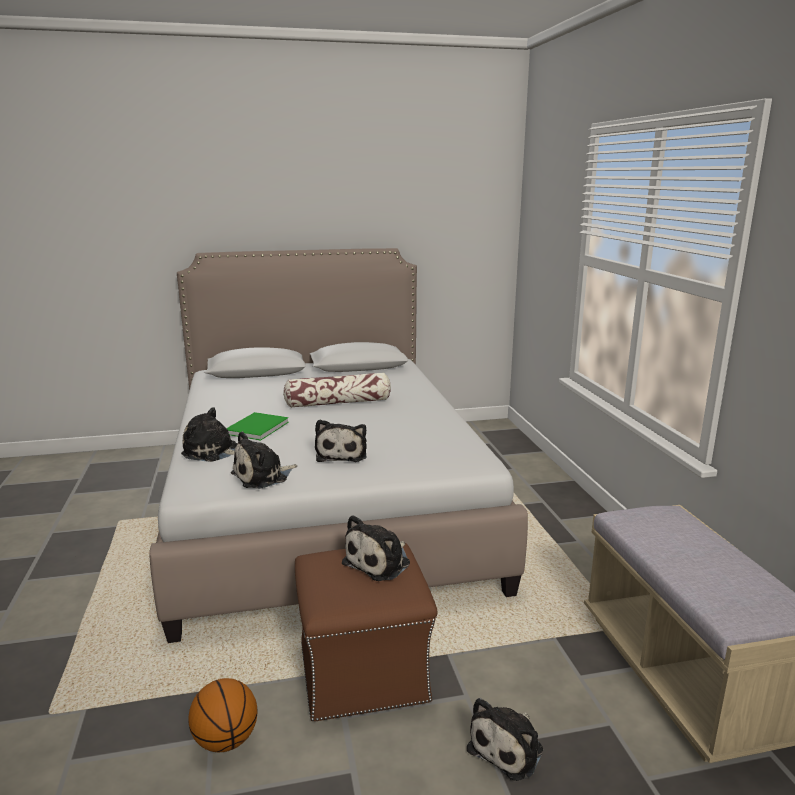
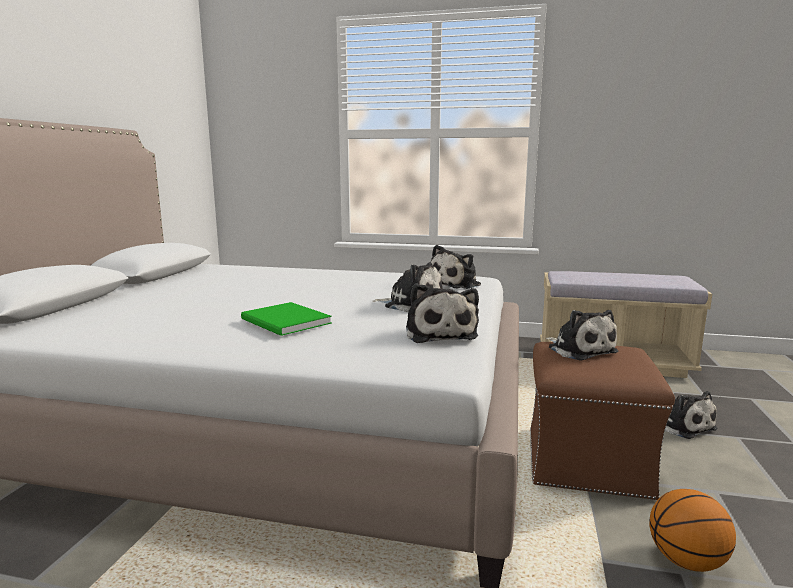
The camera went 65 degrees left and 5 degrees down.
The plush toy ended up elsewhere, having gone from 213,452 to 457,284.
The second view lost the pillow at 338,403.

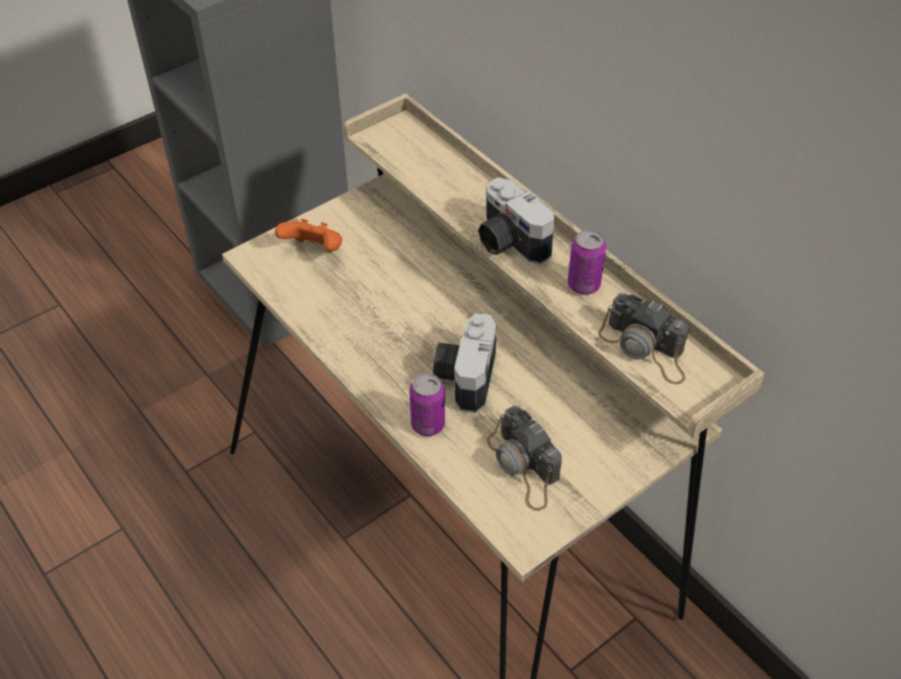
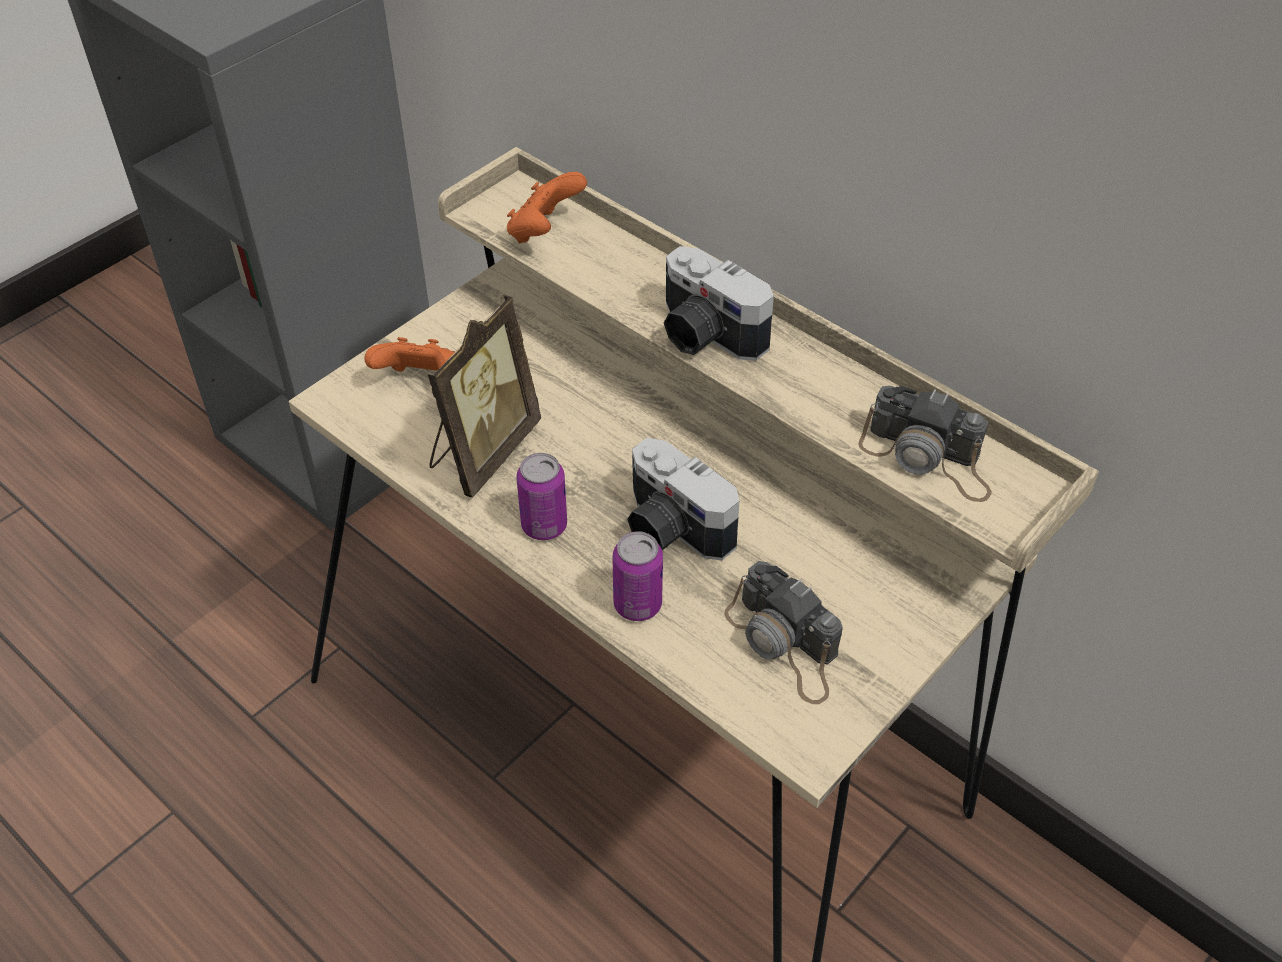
The camera went 10 degrees left and 0 degrees up.
The photo camera at 463,376 ended up facing another way, 45 degrees counterclockwise from before.
The can ended up elsewhere, having gone from 583,285 to 544,525.
The second view gained the picture frame at 482,451.
The second view gained the game controller (orange) at 544,232.

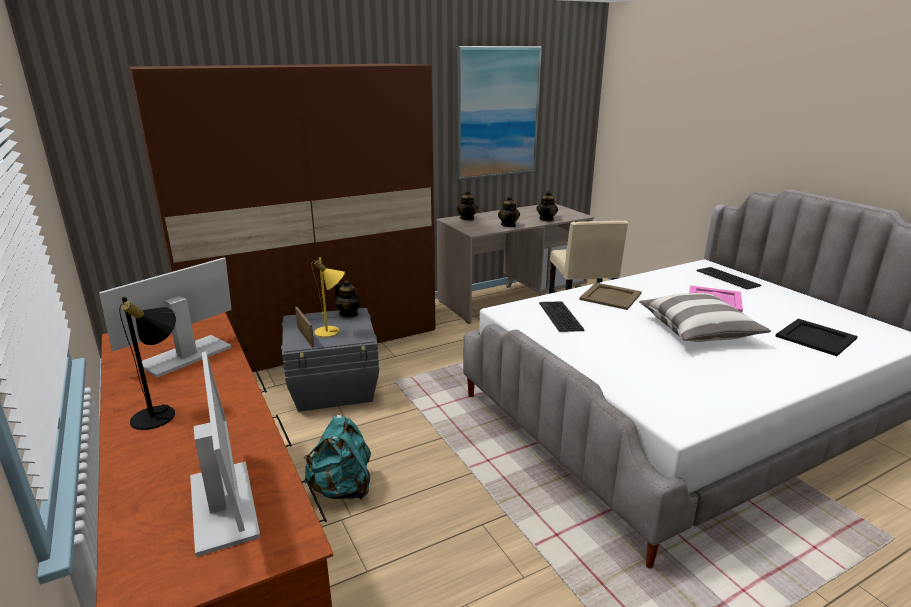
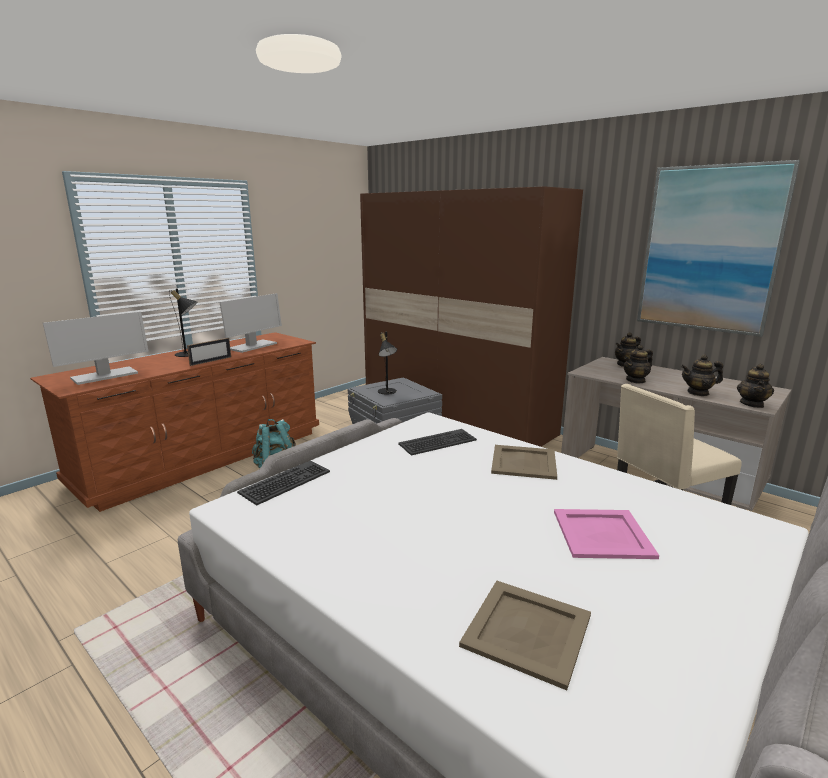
The camera went 70 degrees right and 5 degrees down.
The monitor at 186,355 ended up facing another way, 105 degrees clockwise from before.
The picture frame ended up elsewhere, having gone from 305,337 to 211,361.
What was the table lamp (yellow) at 331,332 turned into the table lamp (black) at 387,392.
The teapot ended up elsewhere, having gone from 349,314 to 752,404.
The second view lost the pillow at 698,331.
The keyboard ended up elsewhere, having gone from 728,278 to 286,482.
What was the tray (black) at 816,338 turned into the tray (beige) at 526,631.

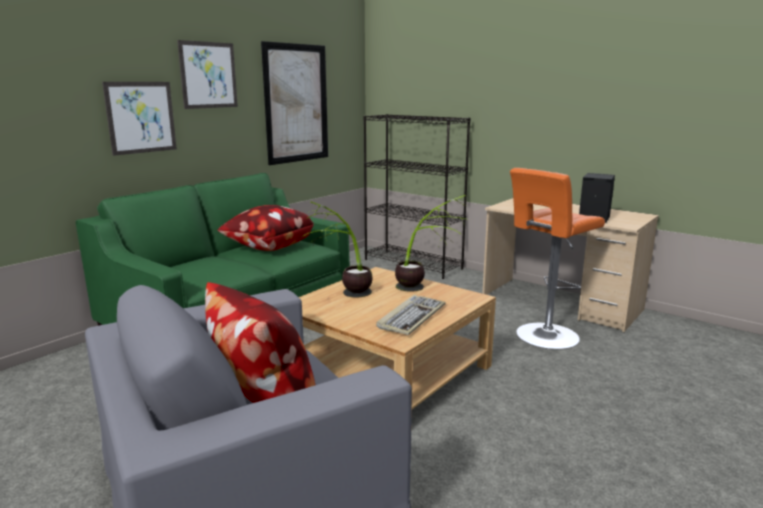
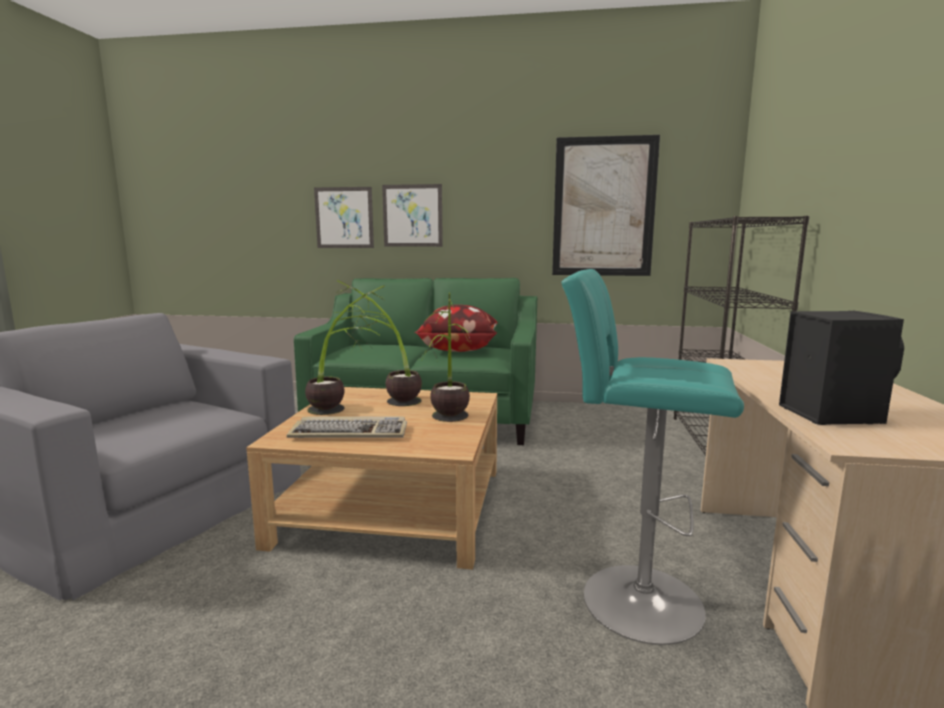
The camera went 60 degrees right and 5 degrees down.
The picture ended up elsewhere, having gone from 208,75 to 344,217.
The second view lost the pillow at 263,399.
What was the stool (orange) at 544,337 turned into the stool (turquoise) at 632,599.
The second view gained the potted plant at 344,411.

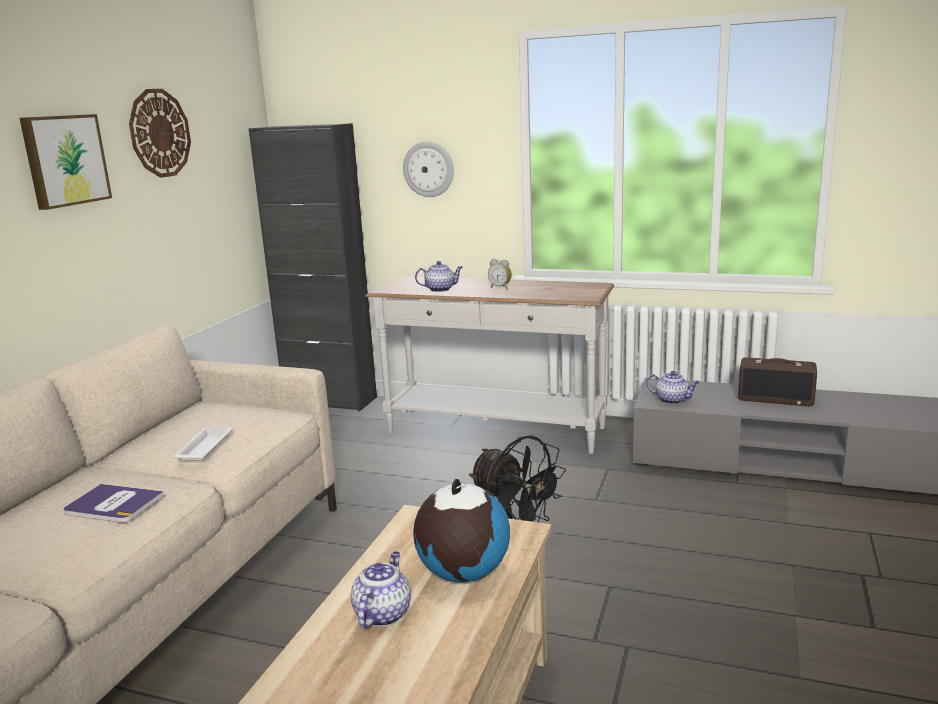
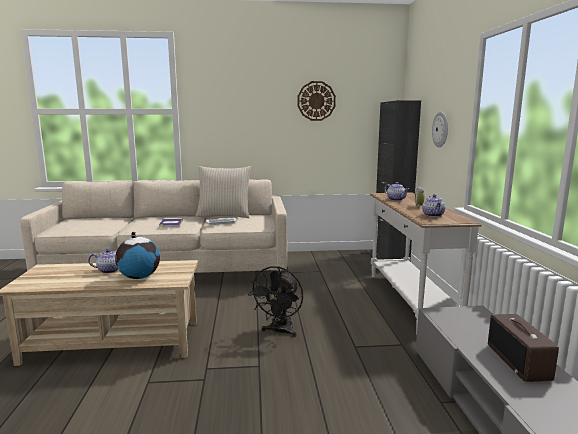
The camera went 65 degrees right and 5 degrees down.
The second view lost the picture at 64,160.
The teapot ended up elsewhere, having gone from 672,400 to 433,215.
The second view gained the pillow (beige) at 224,216.

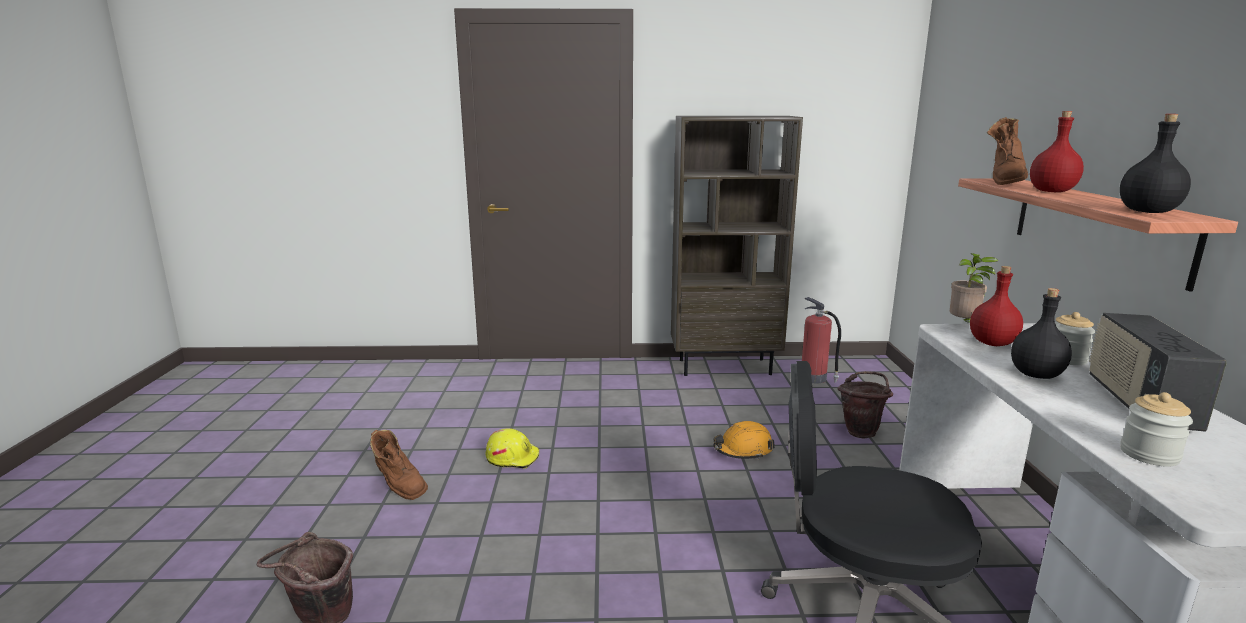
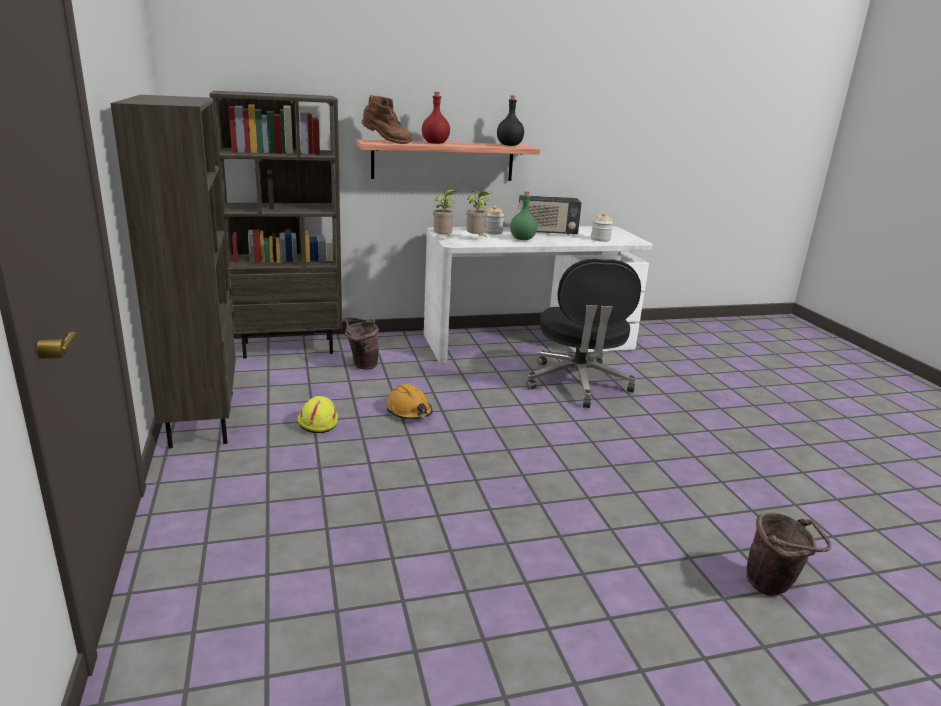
The camera went 105 degrees left and 5 degrees up.
The second view lost the boot (brown) at 399,486.
The hard hat (yellow) ended up elsewhere, having gone from 512,457 to 317,422.
The second view lost the fire extinguisher at 814,378.
Where the bottle (red) stood at 992,343, the potted plant came to stand at 476,239.
What was the bottle (black) at 1035,375 turned into the bottle (green) at 523,239.
The second view gained the bookcase (brown) at 289,347.

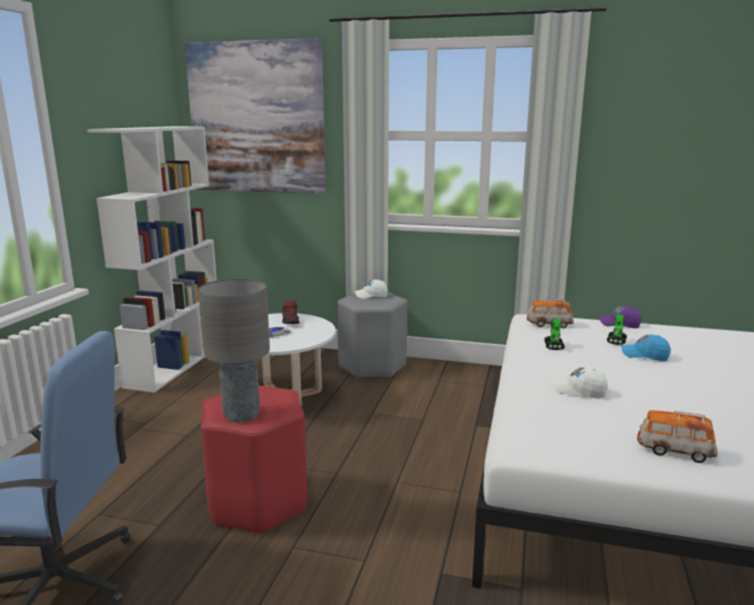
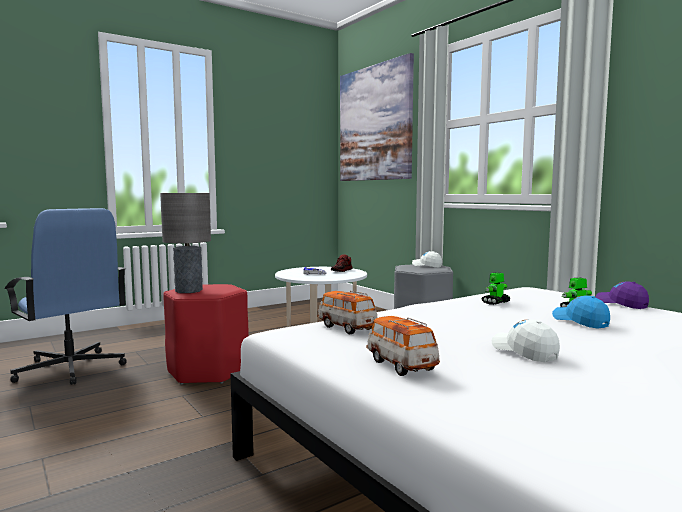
The camera went 40 degrees right and 10 degrees down.
The second view lost the bookcase (white) at 175,364.
The toy car ended up elsewhere, having gone from 549,324 to 346,328.
The cap (white) ended up elsewhere, having gone from 579,391 to 524,351.

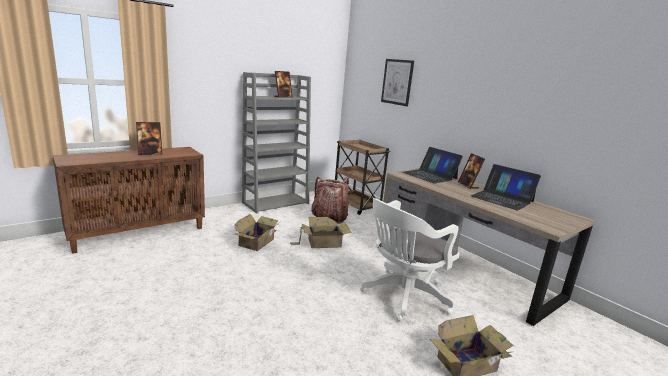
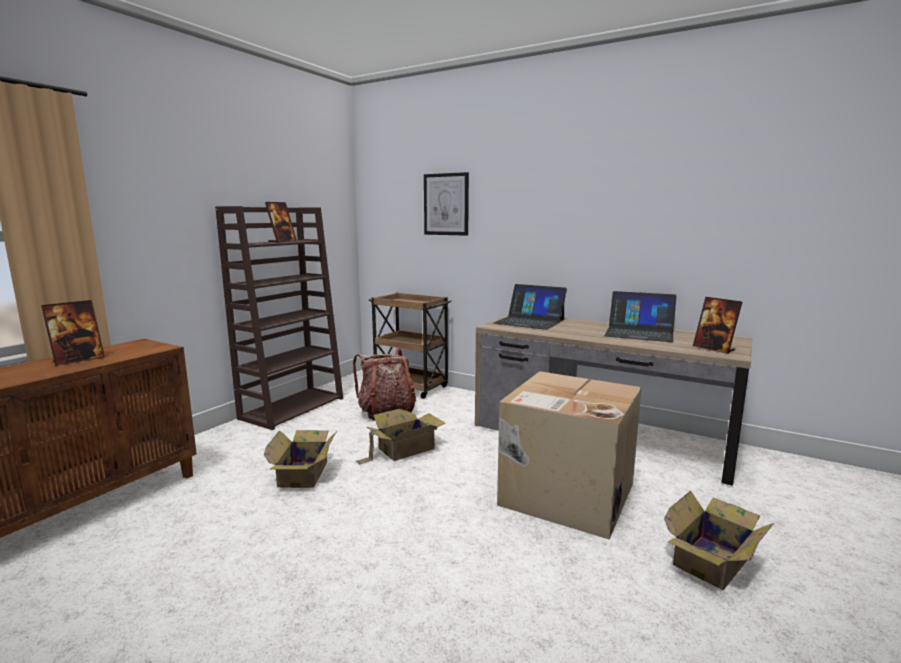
The camera went 20 degrees left and 5 degrees down.
What was the bookcase (grey) at 276,203 turned into the bookcase (brown) at 293,408.
Where the office chair (white) stood at 402,296, the cardboard box came to stand at 565,494.
The picture frame ended up elsewhere, having gone from 468,185 to 714,349.

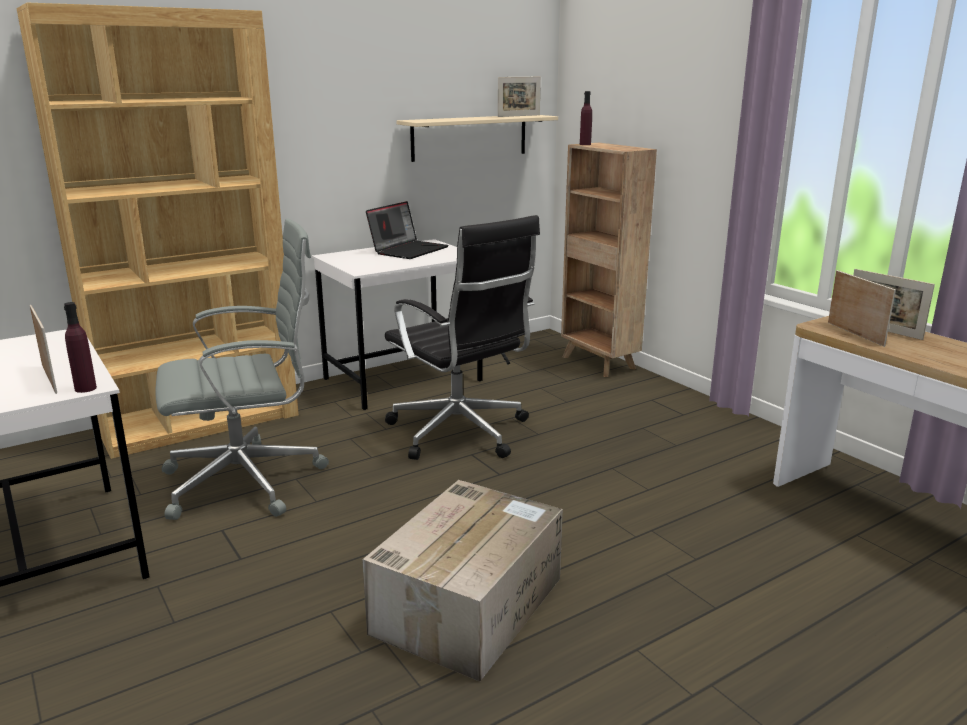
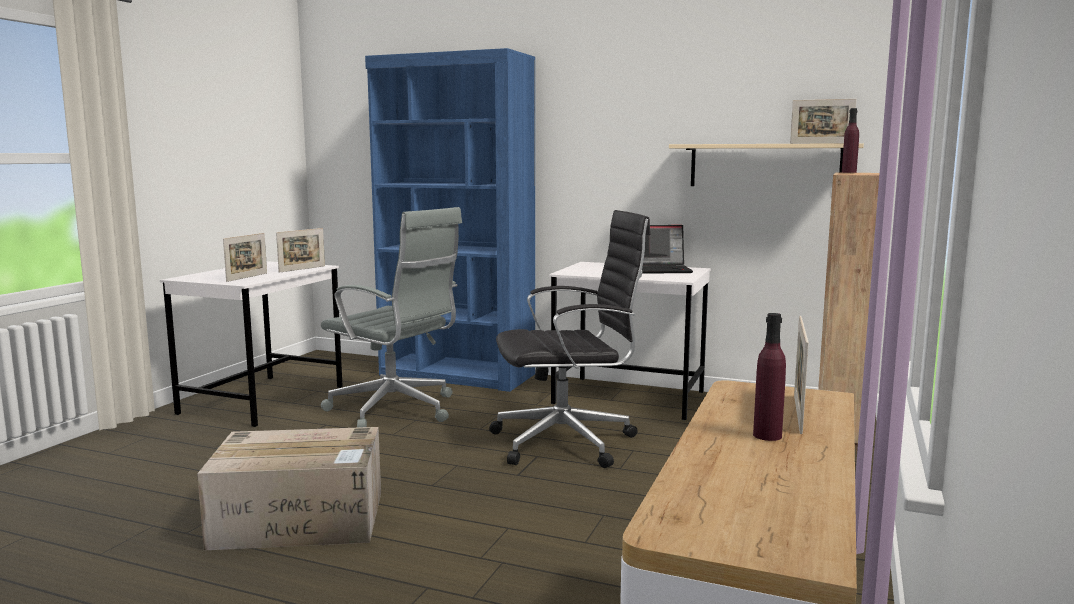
The camera went 55 degrees right and 10 degrees down.
What was the bookcase (brown) at 200,421 turned into the bookcase (blue) at 457,375.
The bottle (purple) ended up elsewhere, having gone from 85,388 to 767,435.
The office chair (black) at 460,433 ended up facing another way, 120 degrees counterclockwise from before.
The picture frame ended up elsewhere, having gone from 855,334 to 302,269.

